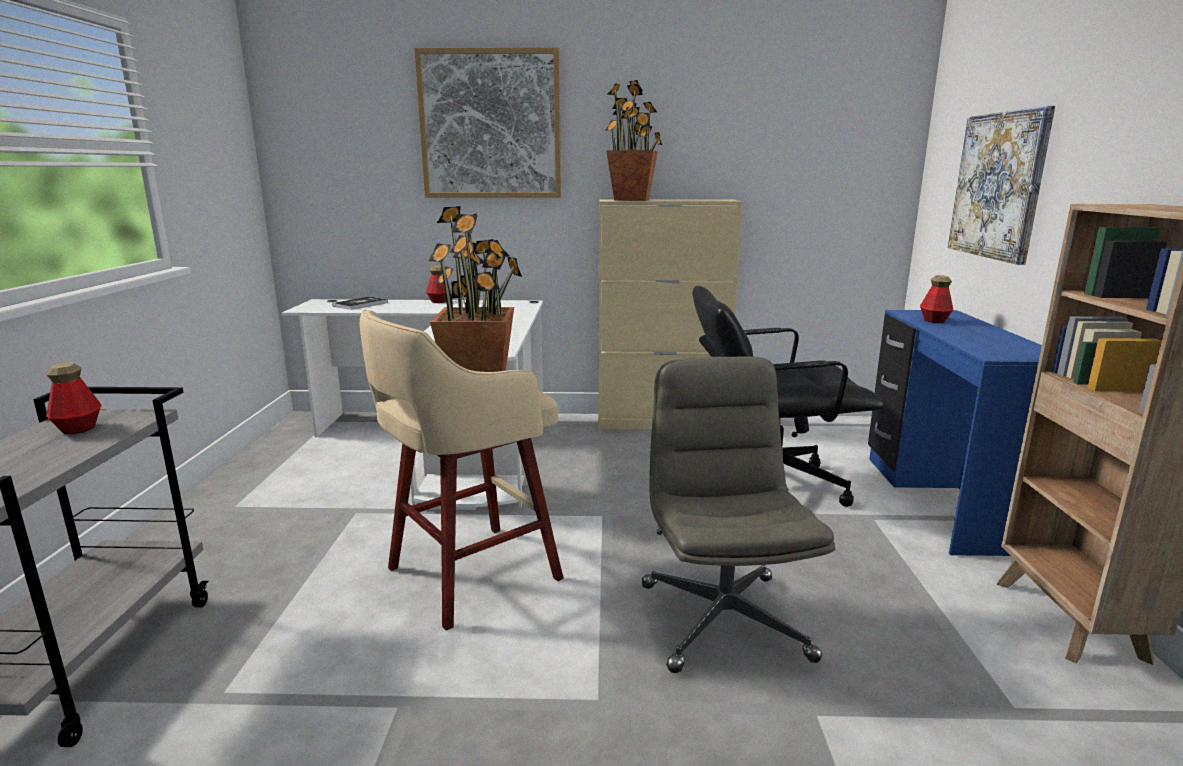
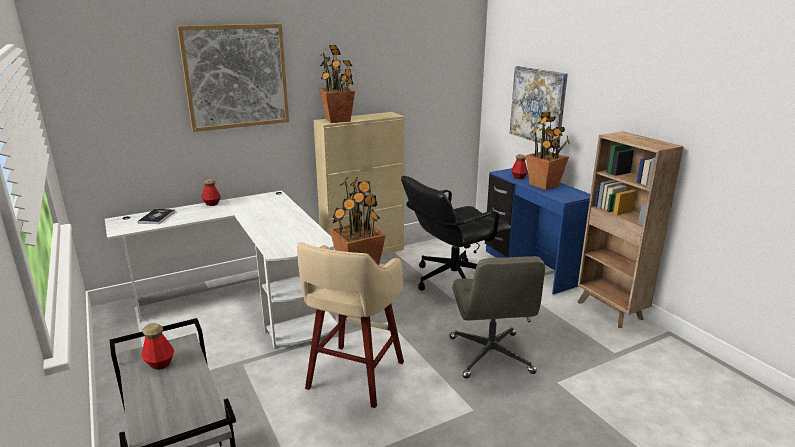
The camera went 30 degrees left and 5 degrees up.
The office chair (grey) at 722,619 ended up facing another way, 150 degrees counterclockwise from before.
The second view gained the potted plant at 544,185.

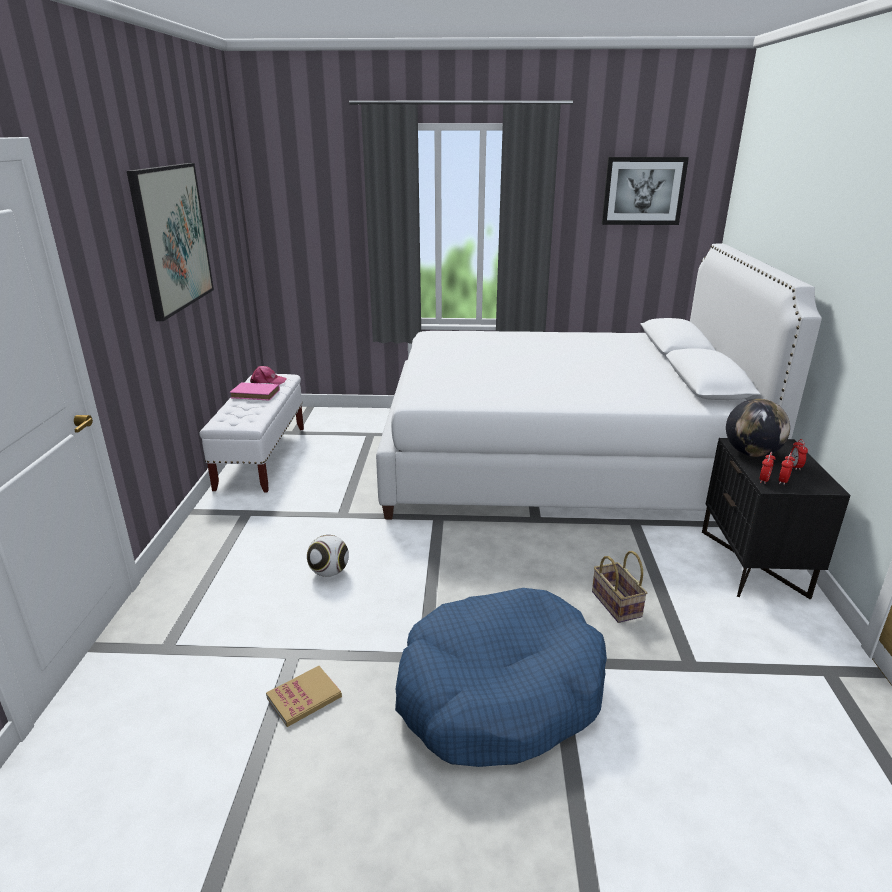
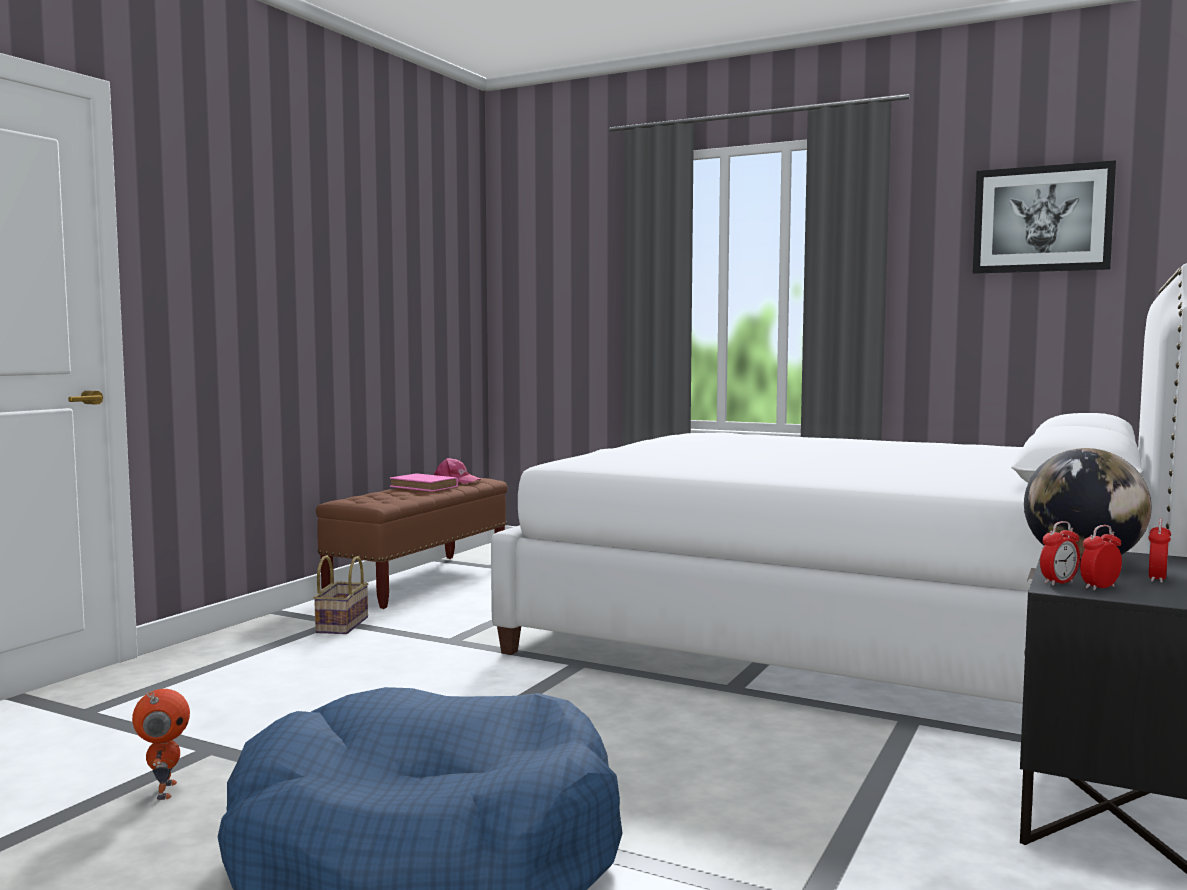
The camera went 25 degrees right and 20 degrees down.
The second view lost the picture at 172,238.
What was the bench (white) at 262,457 turned into the bench (brown) at 420,581.
Where the book stood at 304,698, the toy robot came to stand at 164,790.
The second view lost the football at 329,572.
The basket ended up elsewhere, having gone from 614,603 to 341,624.

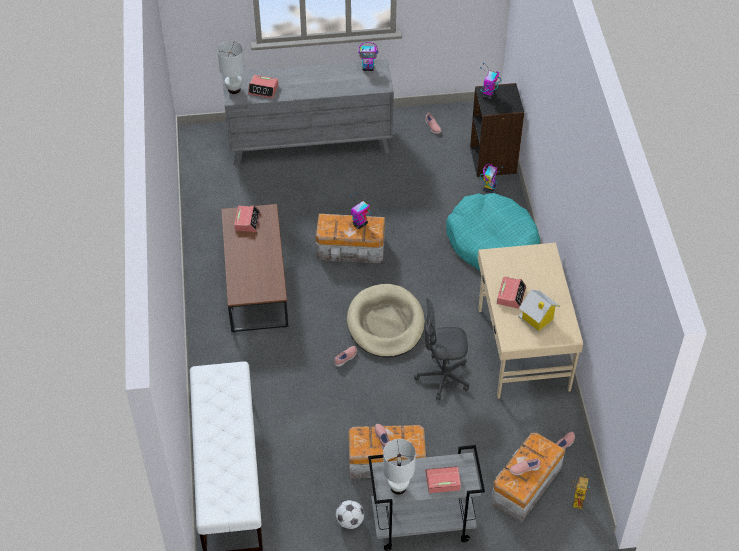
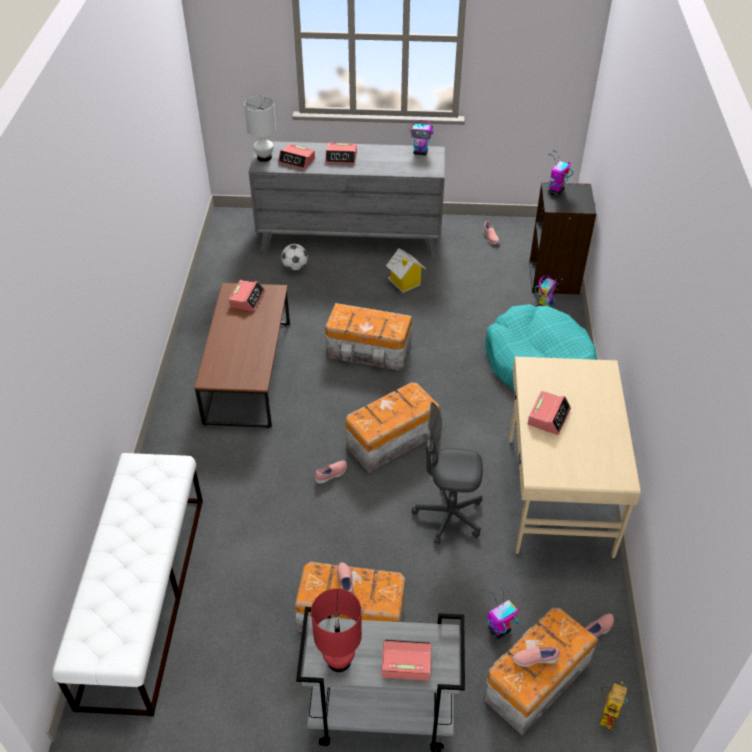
The camera went 10 degrees right and 5 degrees down.
The football ended up elsewhere, having gone from 350,521 to 295,267.
Where the dog bed (beige) stood at 385,324, the storage box came to stand at 390,440.
The toy robot ended up elsewhere, having gone from 360,224 to 498,630.
What was the table lamp (white) at 398,487 turned into the table lamp (red) at 338,660.
The toy house ended up elsewhere, having gone from 536,319 to 404,283.
The second view gained the alarm clock at 341,158.

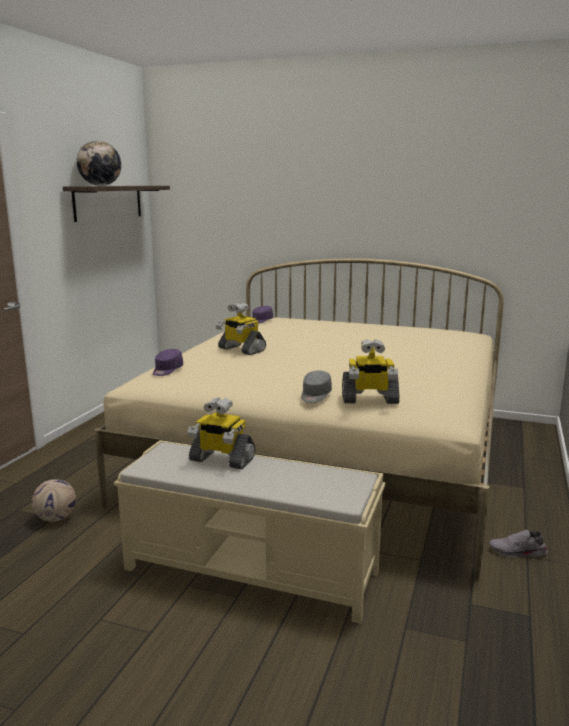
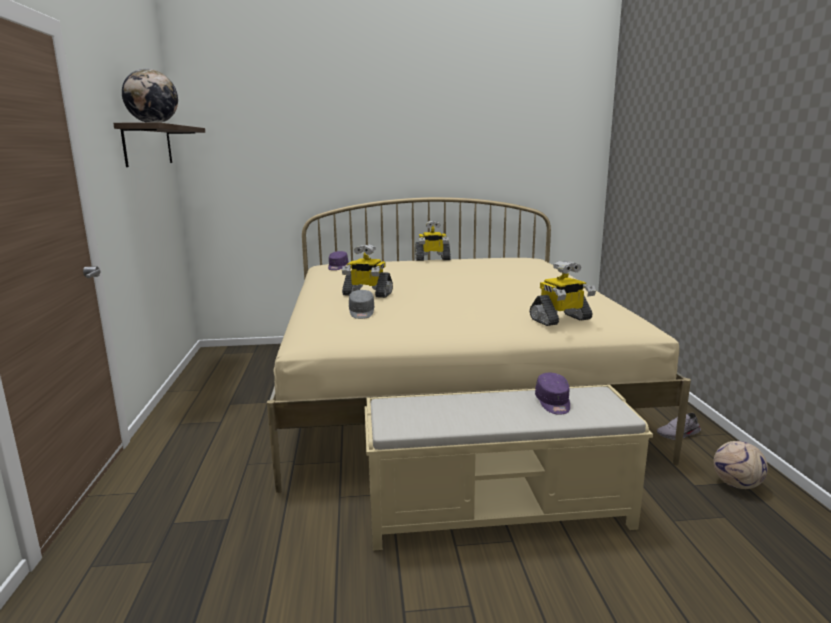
The camera went 25 degrees left and 0 degrees up.
The football ended up elsewhere, having gone from 56,519 to 737,485.
The cap (purple) ended up elsewhere, having gone from 167,370 to 553,403.
The toy robot ended up elsewhere, having gone from 221,460 to 432,259.
The cap (grey) ended up elsewhere, having gone from 315,395 to 361,313.

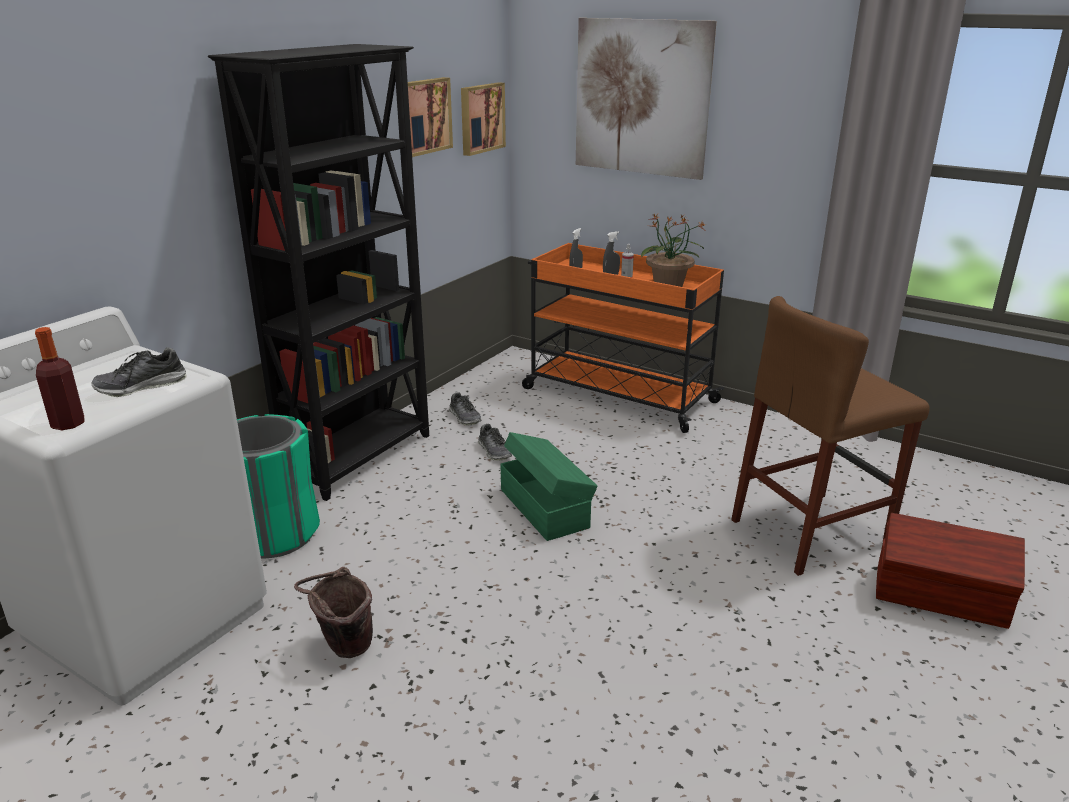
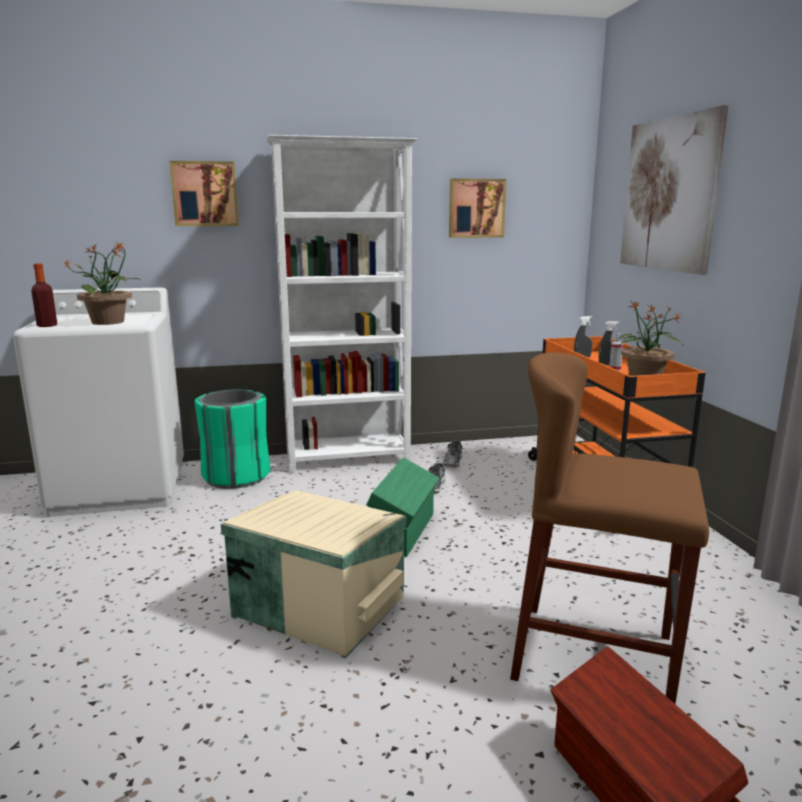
The camera went 45 degrees right and 10 degrees down.
Where the shoe stood at 142,386, the potted plant came to stand at 109,322.
What was the bookcase (black) at 360,457 turned into the bookcase (white) at 349,459.
The second view lost the bucket (brown) at 343,648.
The picture ended up elsewhere, having gone from 481,118 to 205,194.
The second view gained the storage box (beige) at 319,604.

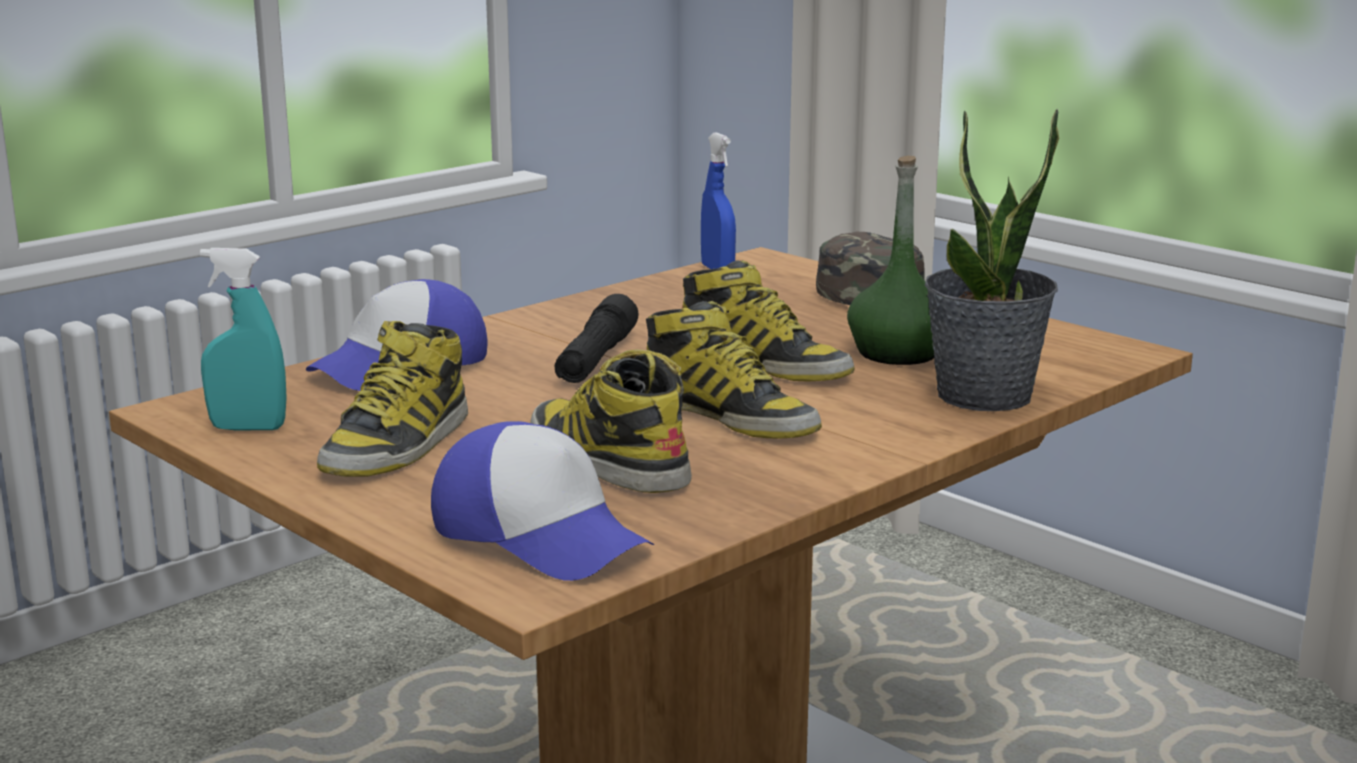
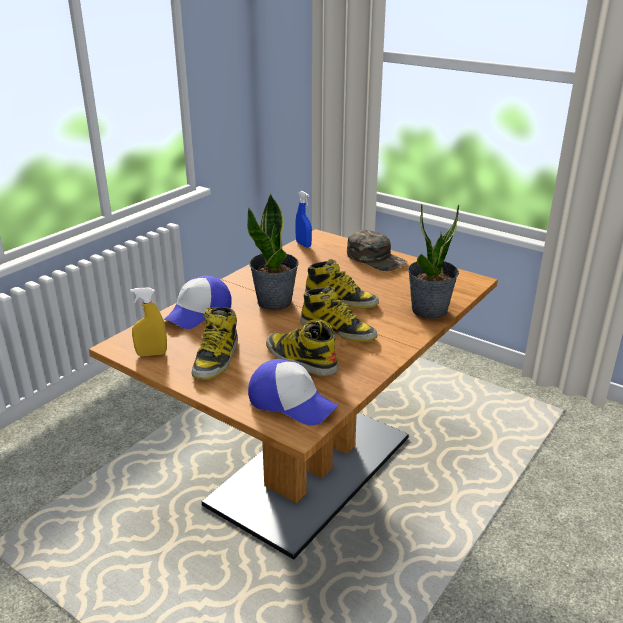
The camera went 10 degrees left and 10 degrees up.
What was the spray bottle (turquoise) at 248,428 turned into the spray bottle (yellow) at 151,354.
Where the flashlight (black) stood at 596,359, the potted plant came to stand at 275,302.
The second view lost the bottle (green) at 898,353.

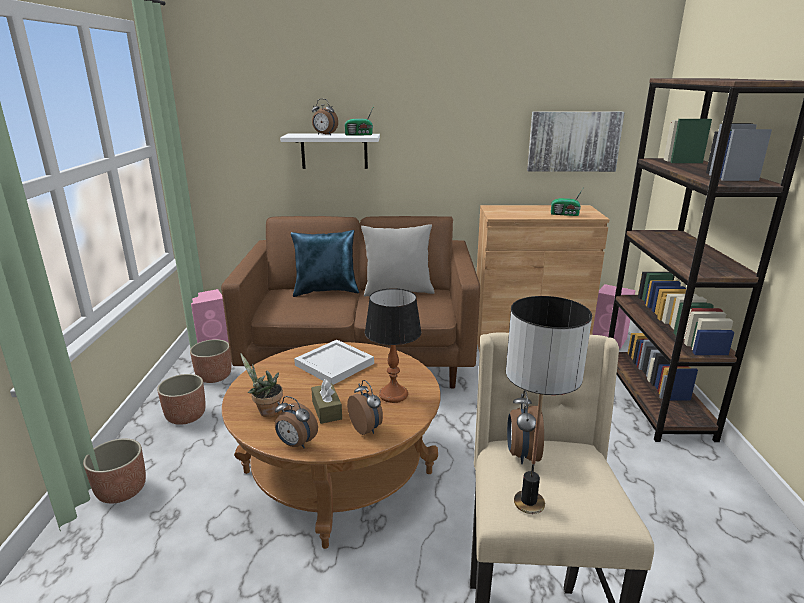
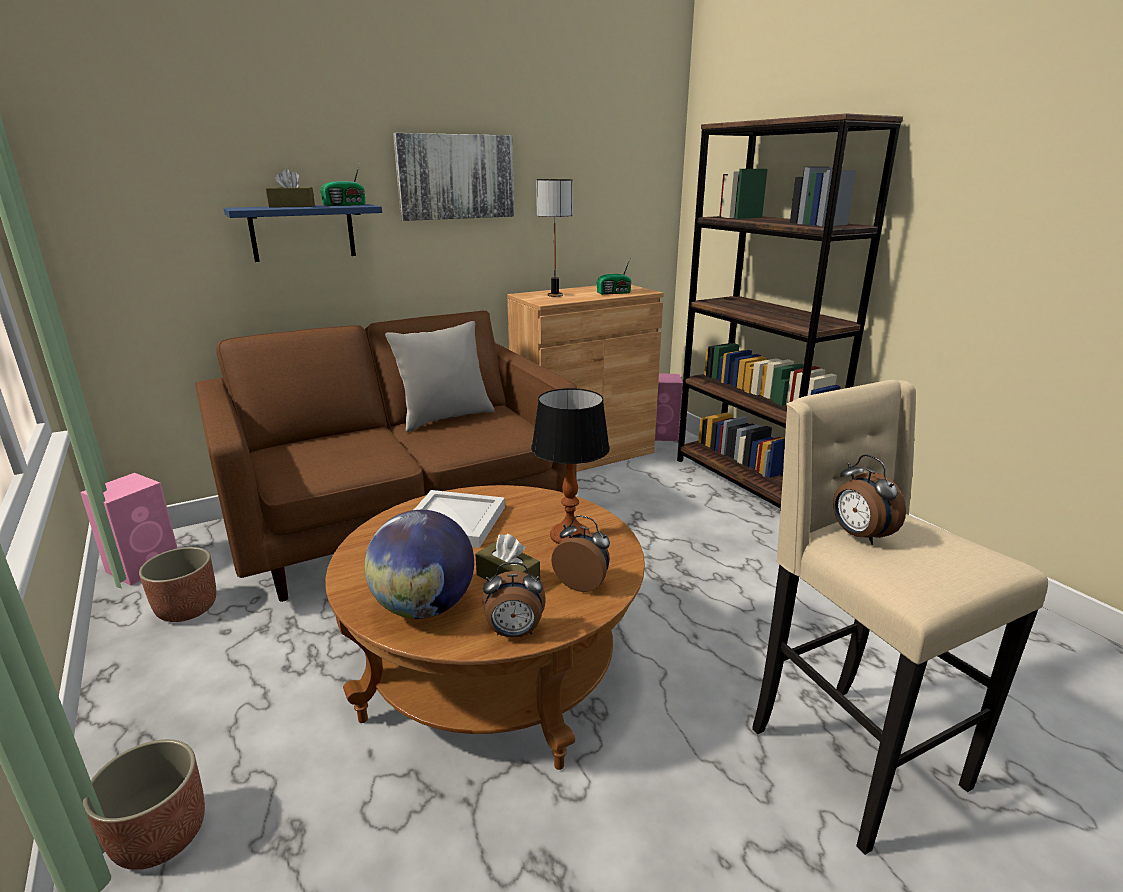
The camera went 30 degrees left and 0 degrees up.
The second view lost the planter at 186,416.
Where the potted plant stood at 266,411, the globe came to stand at 424,607.
What was the shelf (white) at 334,151 turned into the shelf (blue) at 303,232.
The second view lost the pillow (blue) at 326,291.
Where the alarm clock stood at 324,134, the tissue box (brown) came to stand at 292,206.
The table lamp ended up elsewhere, having gone from 528,502 to 554,295.
The picture ended up elsewhere, having gone from 573,141 to 455,177.

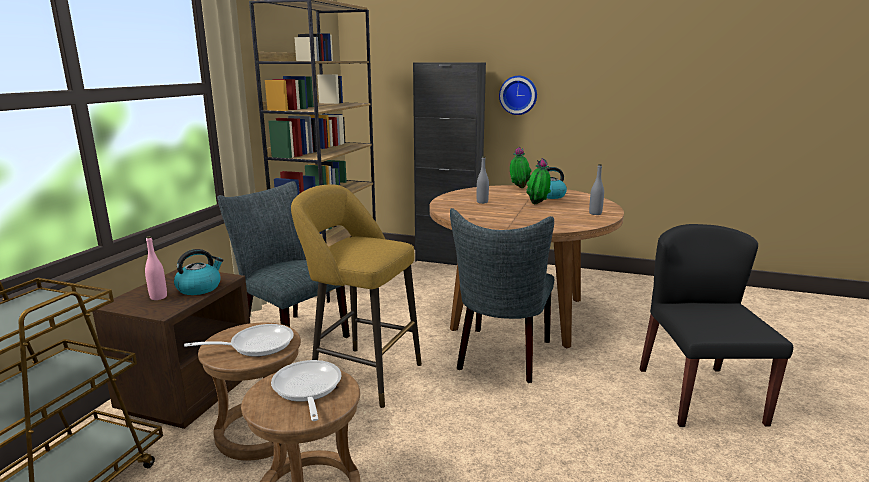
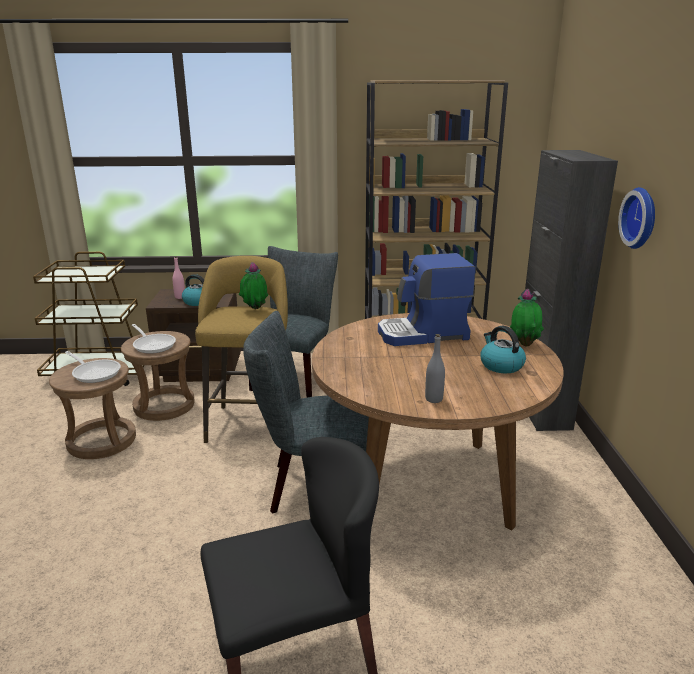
The camera went 70 degrees right and 5 degrees up.
The frying pan at 307,389 ended up facing another way, 75 degrees clockwise from before.
Where the bottle (grey) stood at 482,202, the coffee machine came to stand at 423,334.
The potted plant ended up elsewhere, having gone from 537,204 to 254,310.

